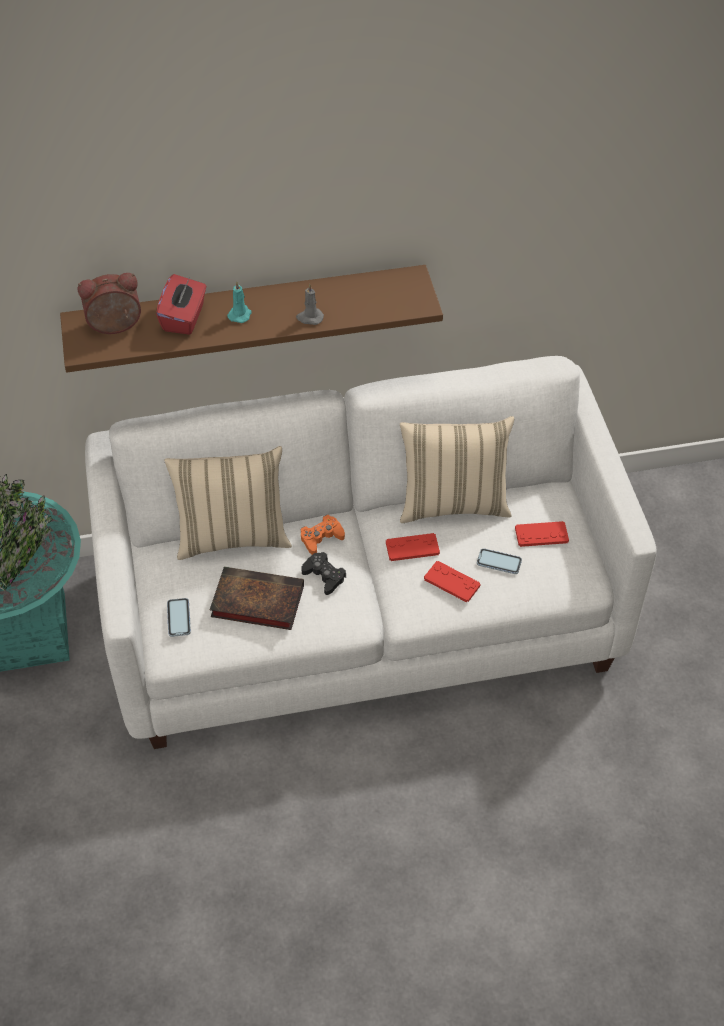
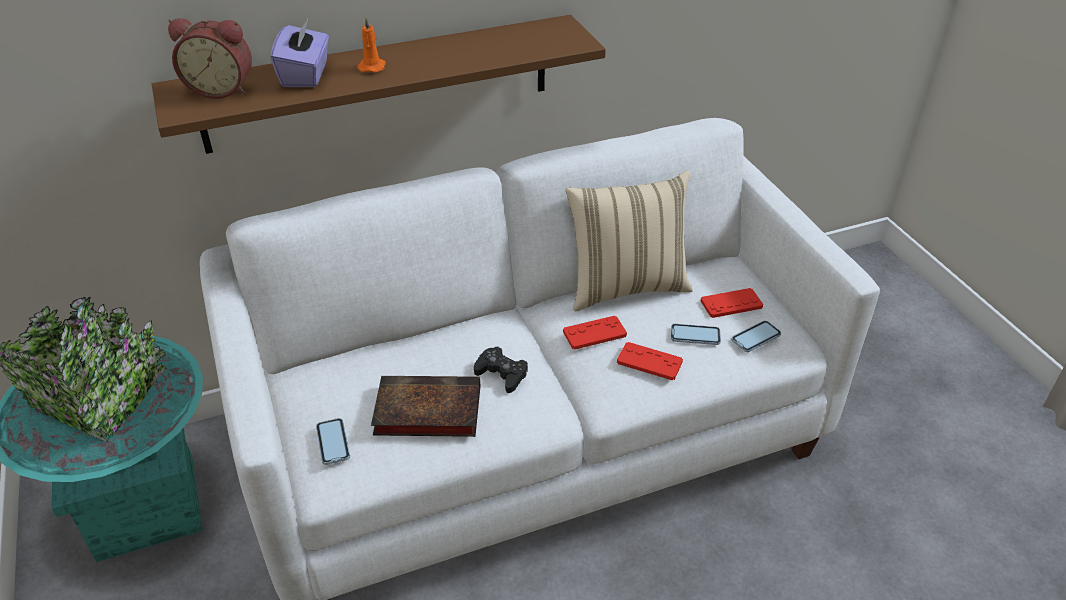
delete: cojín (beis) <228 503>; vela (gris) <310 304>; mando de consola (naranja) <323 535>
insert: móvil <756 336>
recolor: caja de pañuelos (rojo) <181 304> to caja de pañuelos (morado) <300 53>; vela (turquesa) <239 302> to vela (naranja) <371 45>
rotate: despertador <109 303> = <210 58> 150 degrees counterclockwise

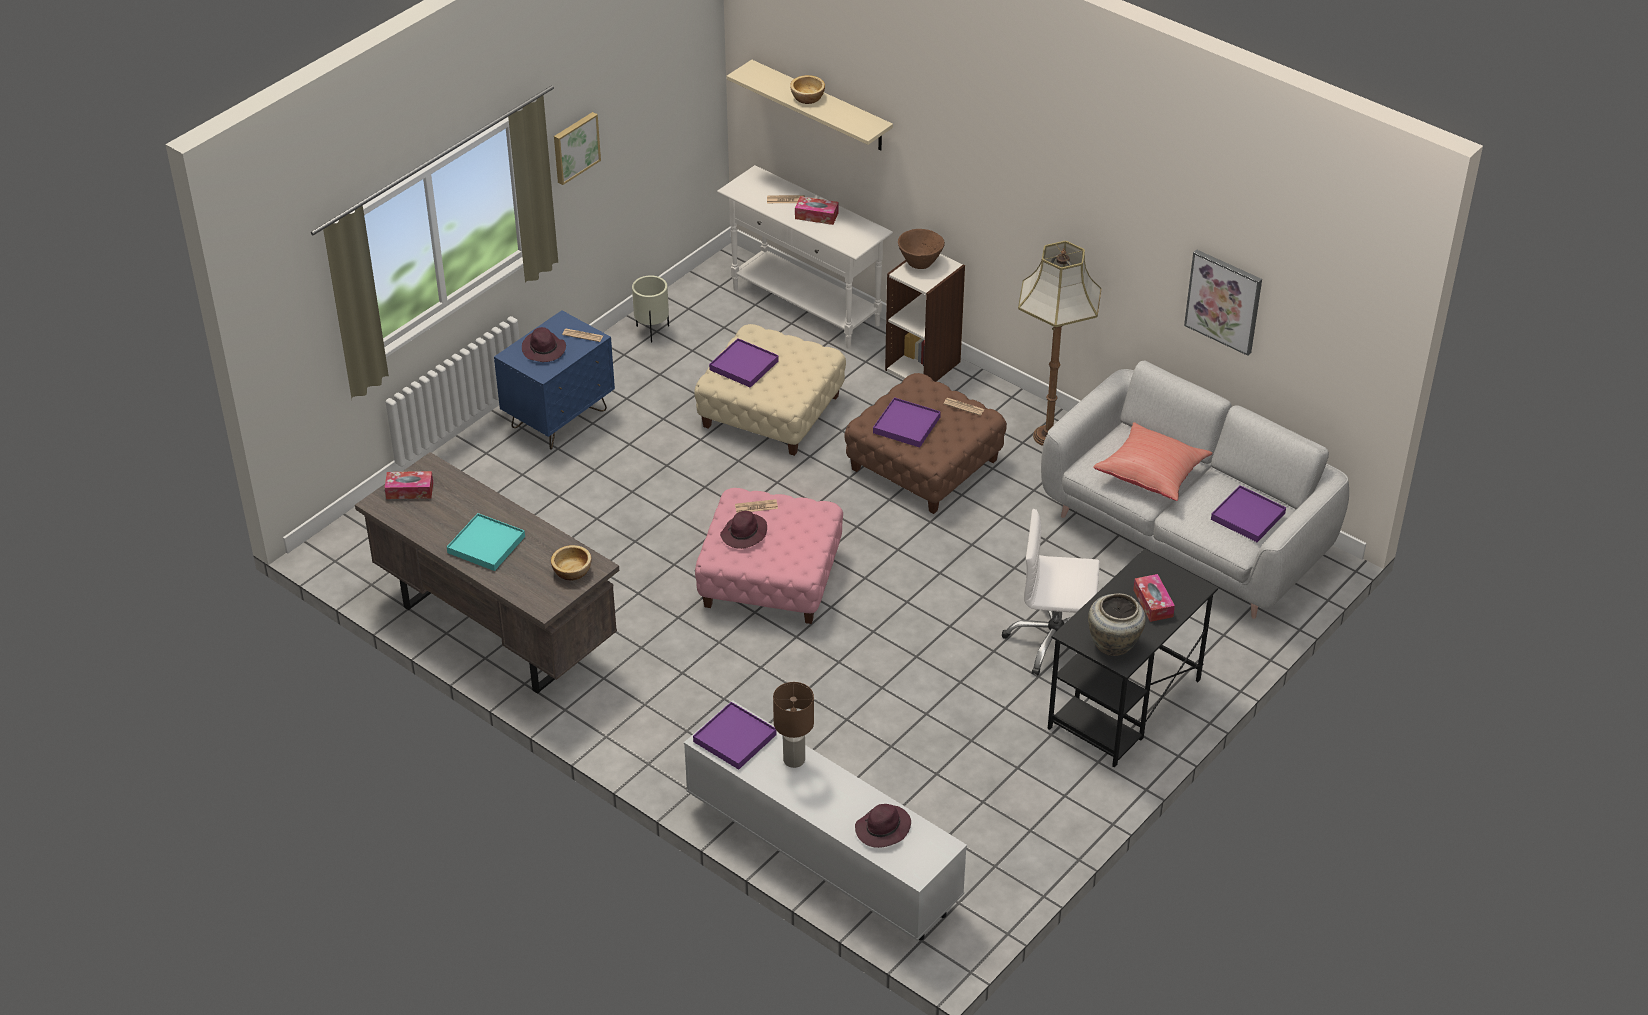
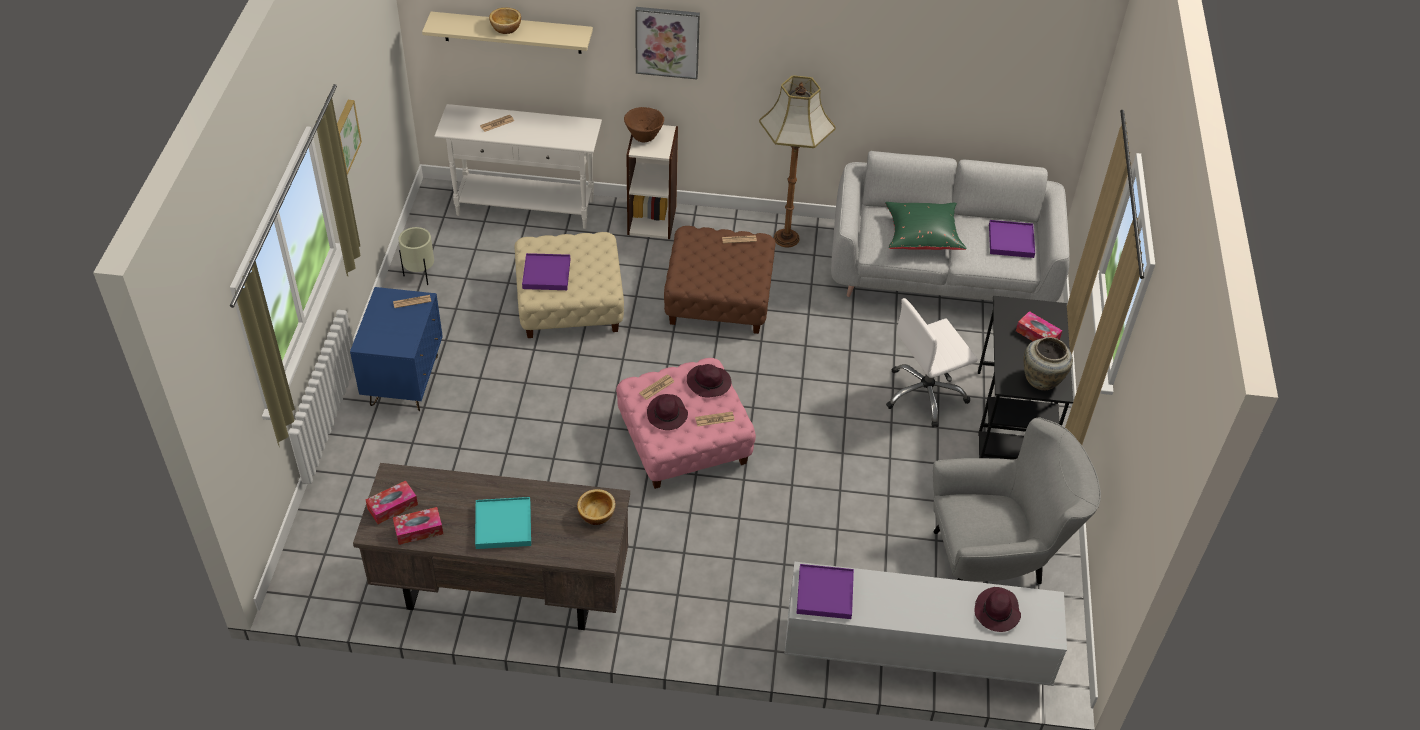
delete: lámpara de mesa (marrón) <793 725>; bandeja (morado) <907 422>
insert: periódico <715 419>; sillón (gris) <1017 501>
move: sombrero (morado) <544 344> to <709 380>; caja de pañuelos <816 210> to <418 526>; cuadro <1223 302> to <667 43>
recolor: cojín (rojo) <1153 461> to cojín (verde) <926 226>

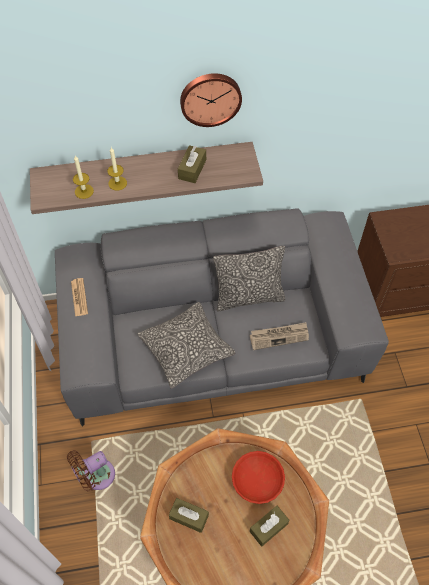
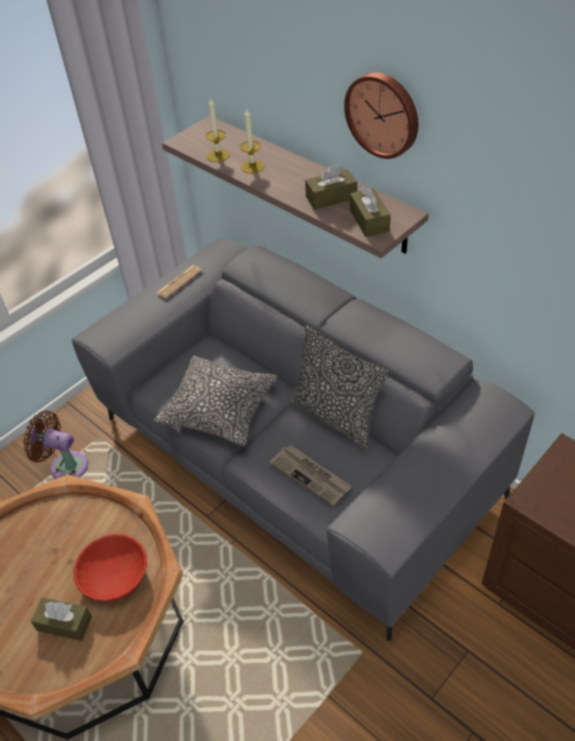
move: caja de pañuelos (marrón) <189 515> to <370 211>

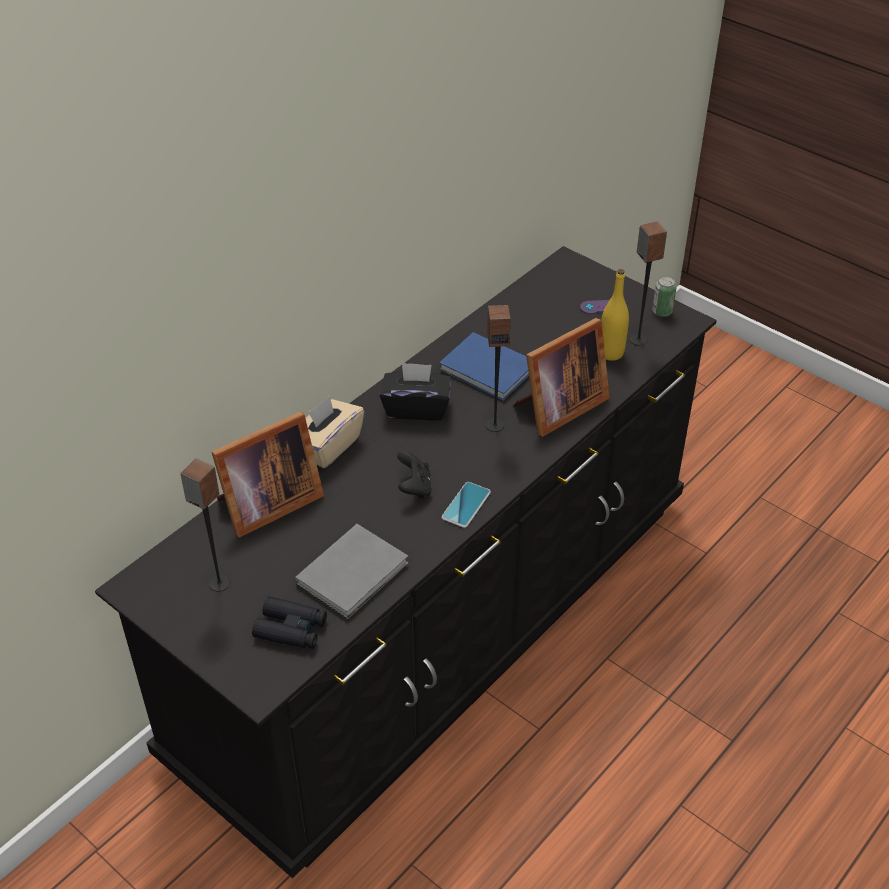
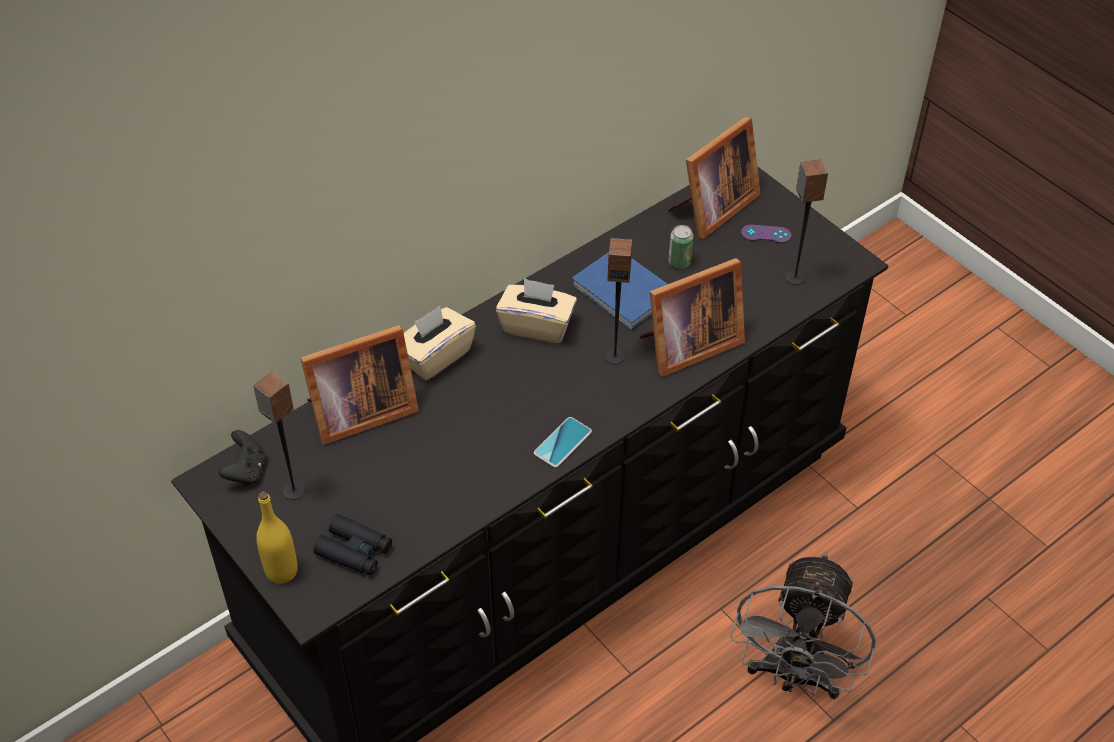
delete: libro (gris) <351 571>
insert: portarretratos <714 177>; ventilador (gris) <803 625>
move: mando de consola (negro) <414 474> to <242 457>; botella (amarillo) <615 315> to <277 538>; lata <664 296> to <681 247>
recolor: caja de pañuelos (negro) <415 391> to caja de pañuelos (beis) <536 310>

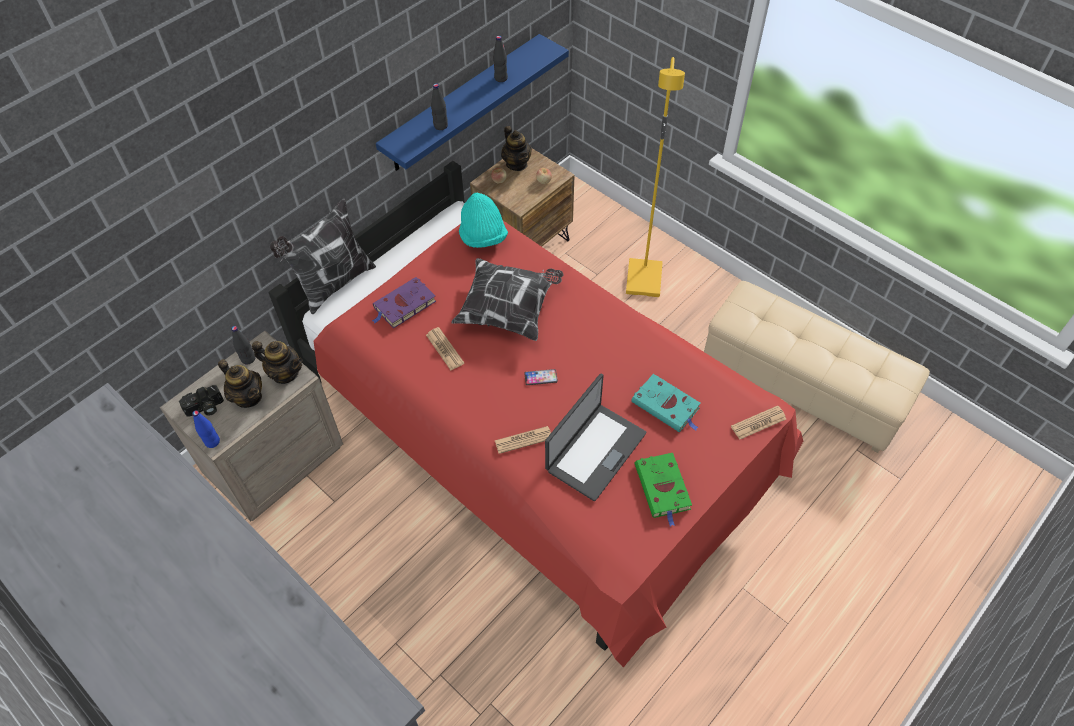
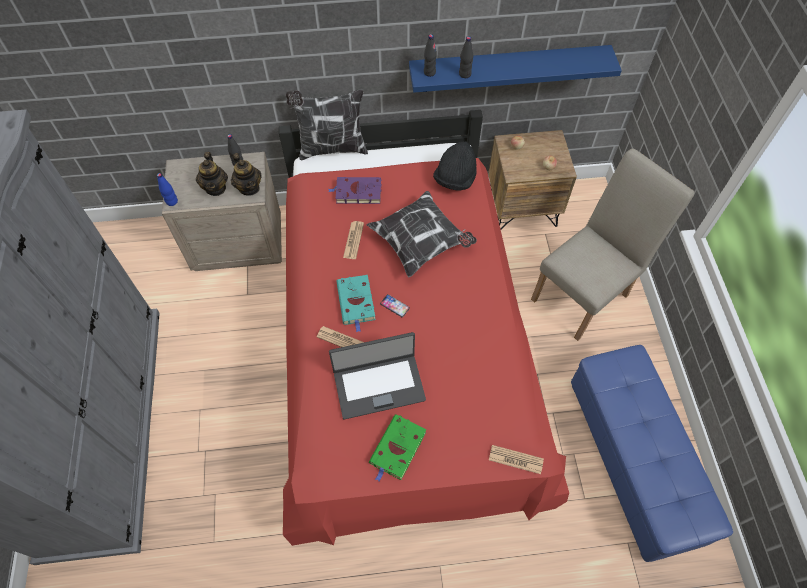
delete: cámara <201 400>; tetera <516 148>
move: botella (negro) <500 59> to <430 55>; libro (turquesa) <666 403> to <356 303>
replace: lámpara de pie (amarillo) <655 177> to silla (beis) <612 244>
recolor: sombrero (turquesa) <483 220> to sombrero (negro) <455 166>; puf (beis) <817 367> to puf (azul) <652 453>

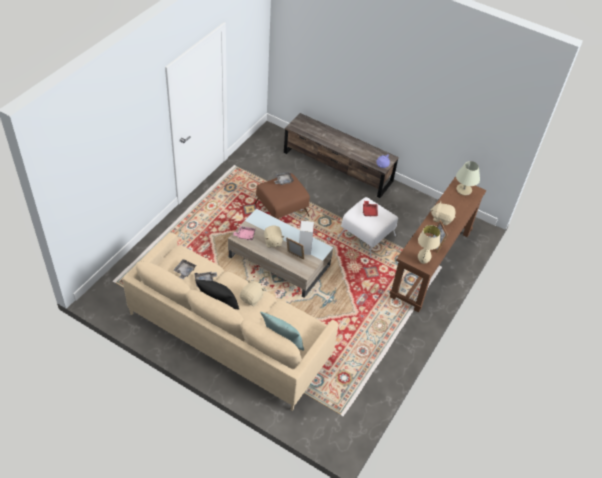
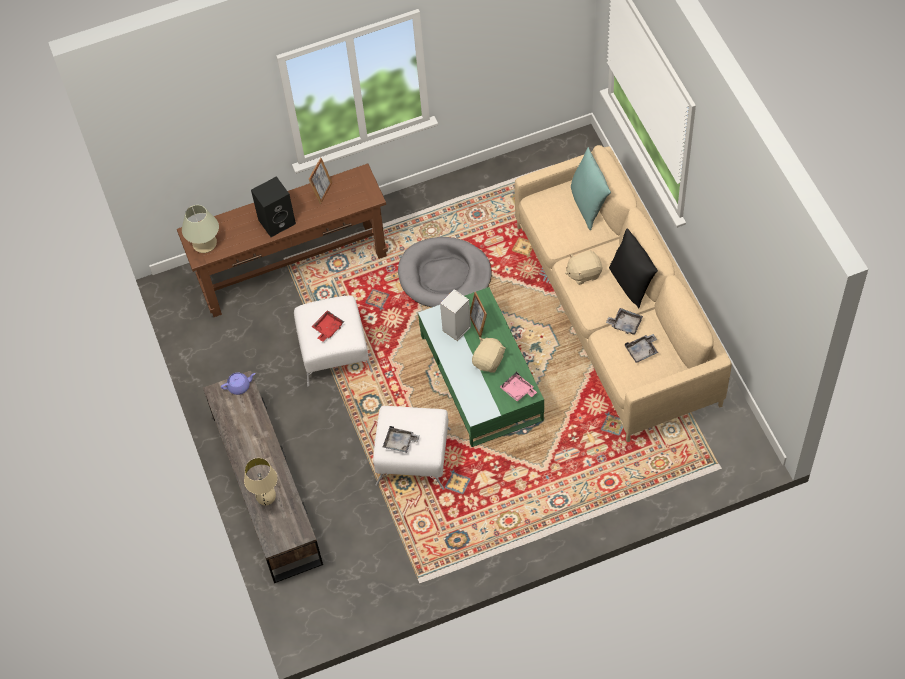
insert: cama para perro (gris) <444 272>
move: lámpara de mesa (beis) <429 244> to <260 481>
replace: peluche (beis) <443 213> to altavoz (negro) <273 206>
recolor: mesa de centro (beis) <280 253> to mesa de centro (verde) <481 367>; puf (marrón) <282 196> to puf (blanco) <412 448>

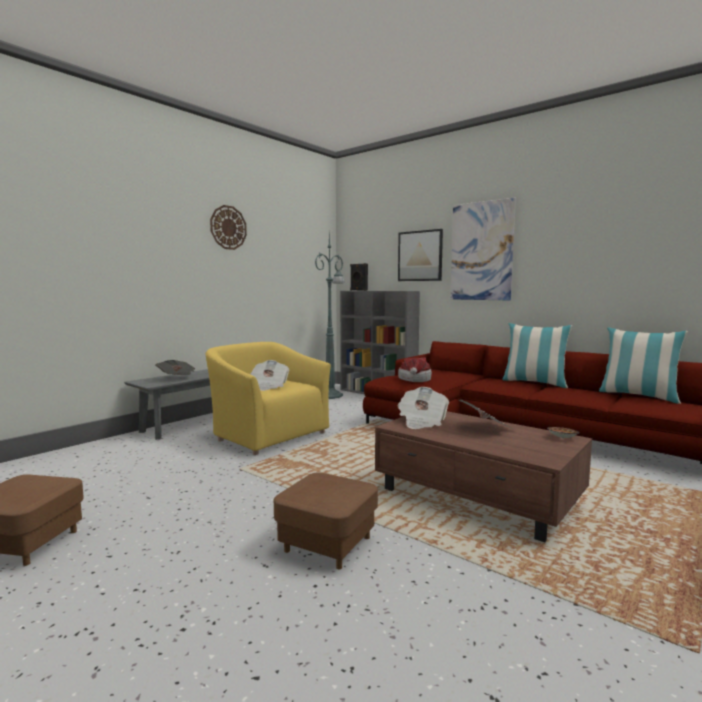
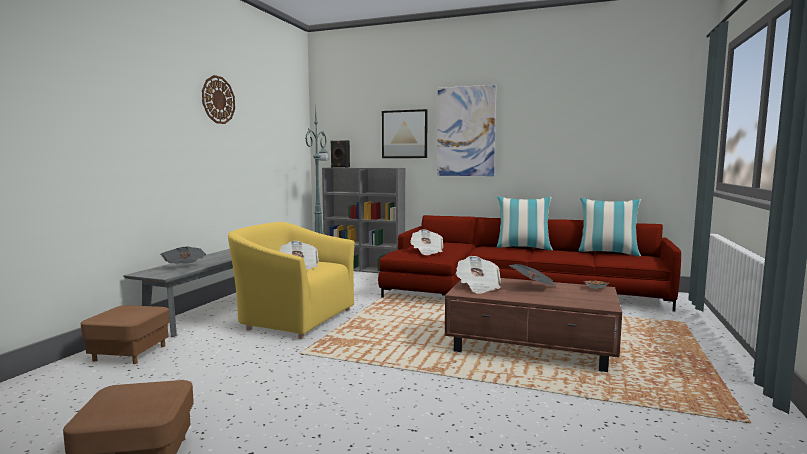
move: puf (marrón) <326 520> to <125 334>
replace: sombrero <415 369> to periódico <426 242>

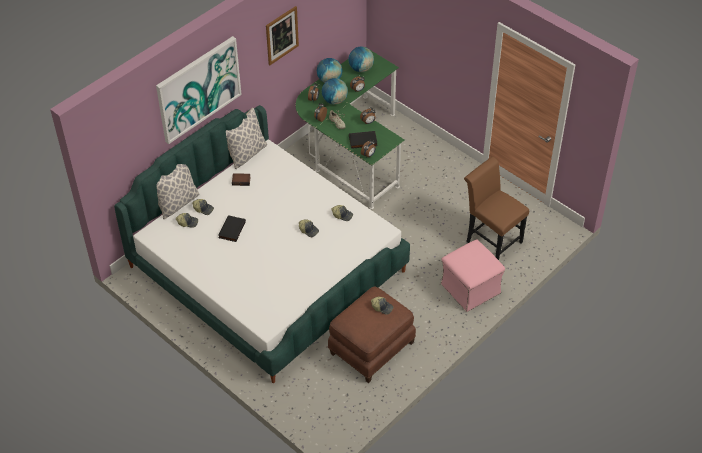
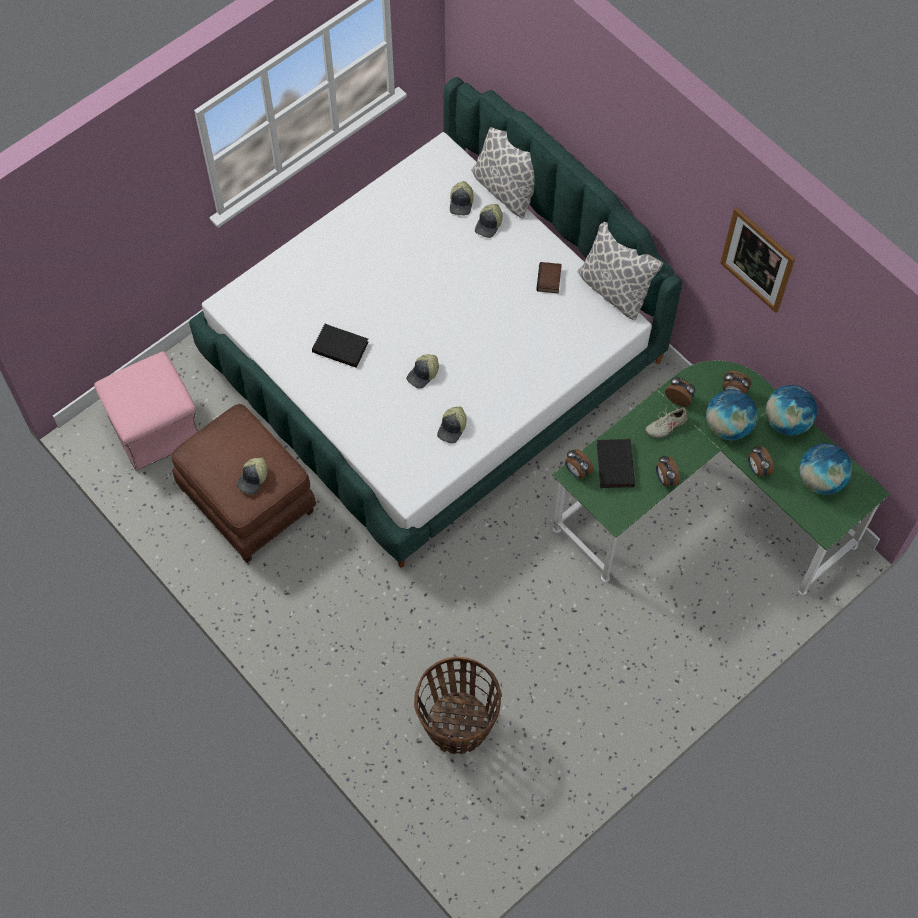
delete: cuadro <199 90>
move: libro (negro) <232 228> to <340 346>; puf (rosa) <473 275> to <146 411>
replace: silla (marrón) <496 208> to cesta <458 705>

